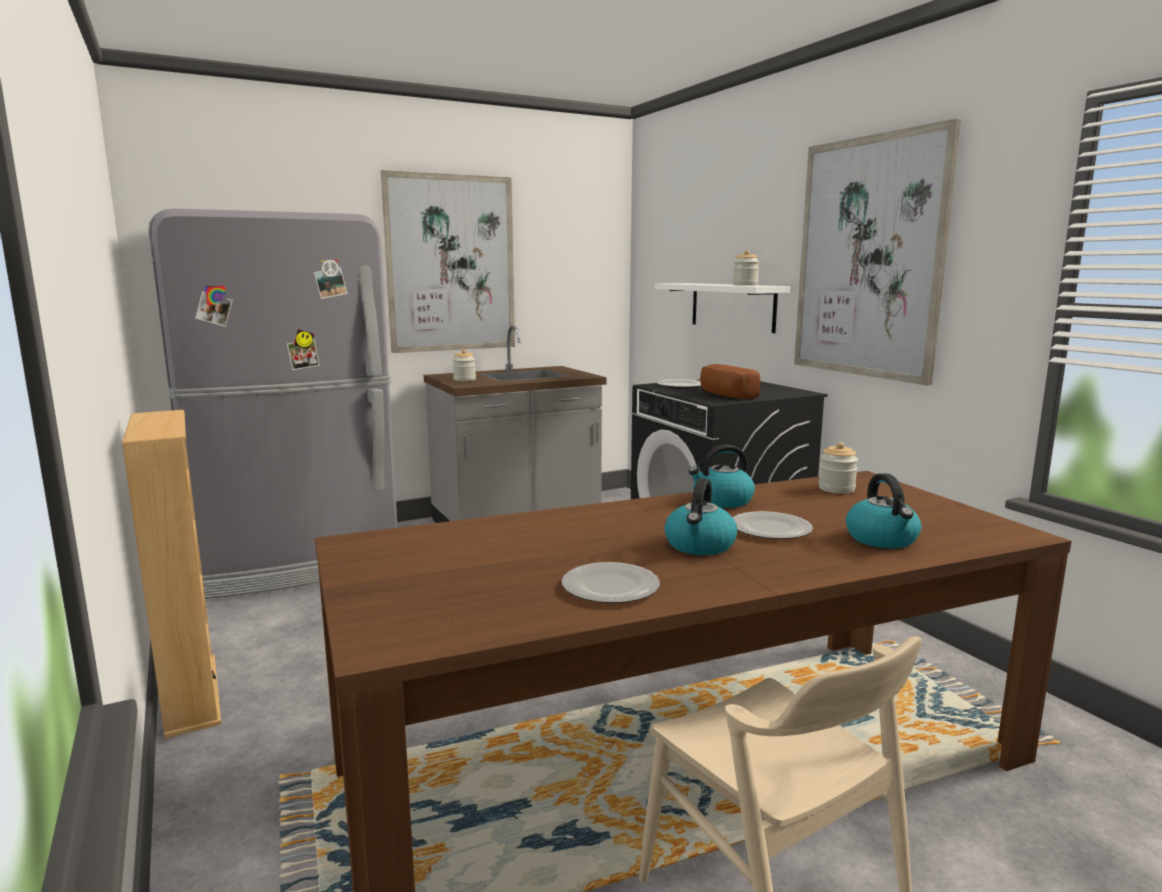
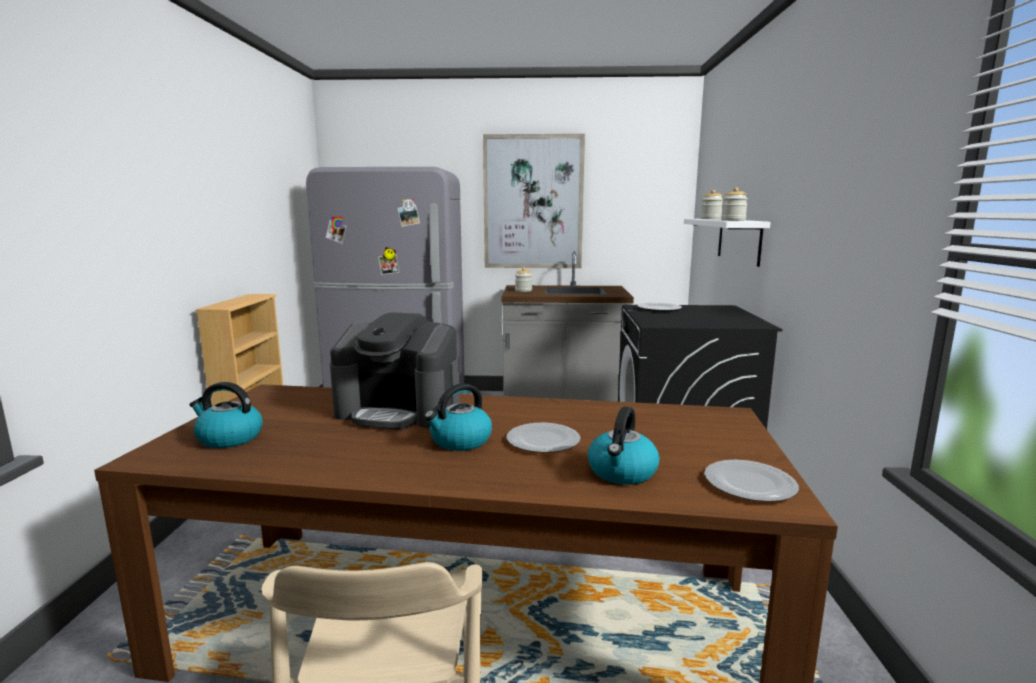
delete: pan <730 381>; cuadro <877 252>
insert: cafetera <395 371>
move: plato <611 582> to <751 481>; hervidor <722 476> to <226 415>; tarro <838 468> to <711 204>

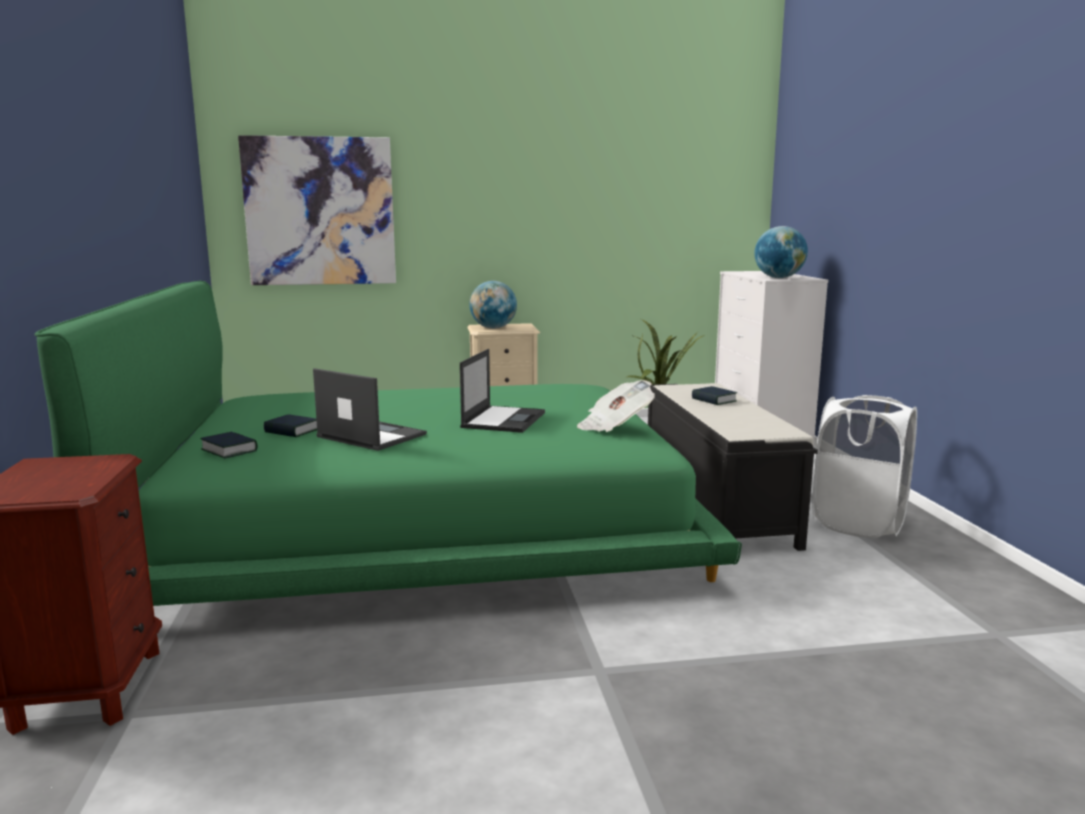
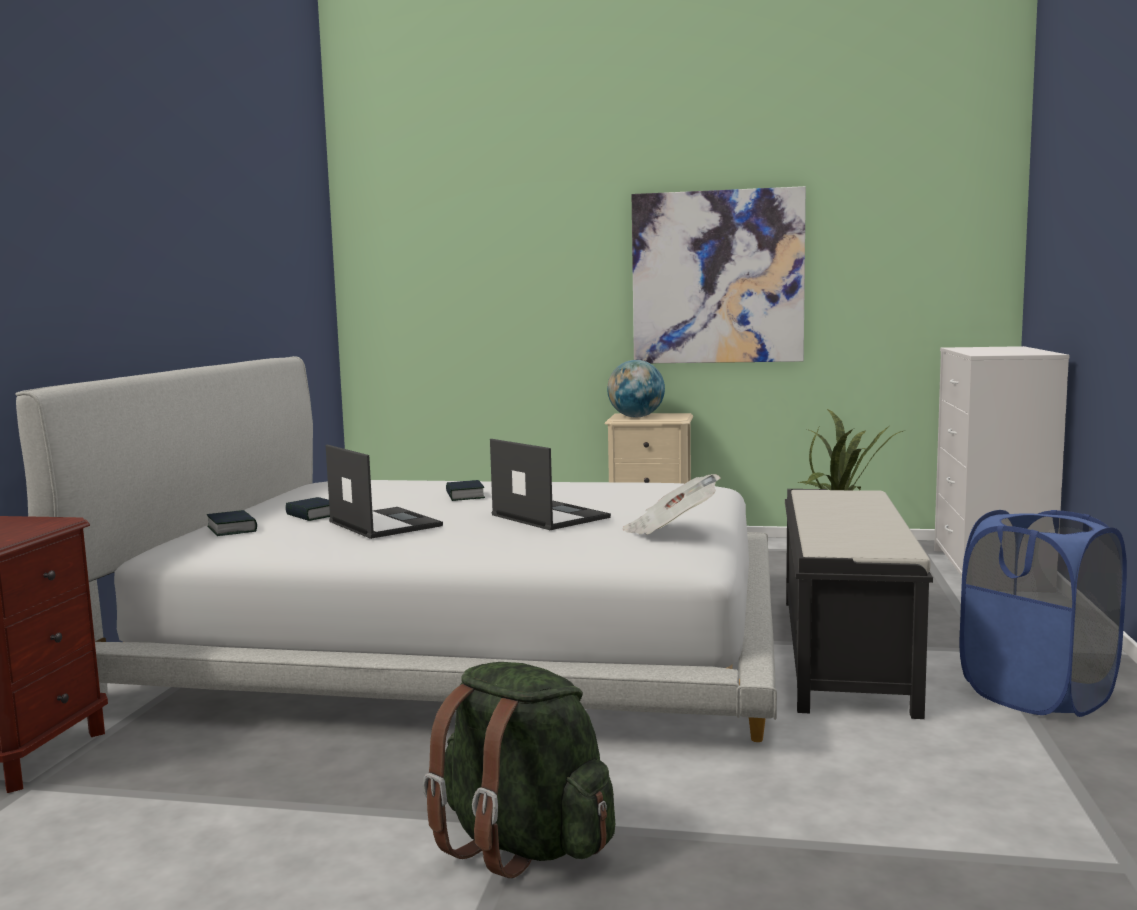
delete: globo terráqueo <781 252>
insert: mochila (verde) <519 770>
move: cuadro <317 210> to <719 274>; libro <714 395> to <465 490>
recolor: cama (verde) <388 443> to cama (blanco) <396 549>; cesto de la ropa (blanco) <864 466> to cesto de la ropa (azul) <1043 613>
rotate: portátil <502 391> = <550 484> 75 degrees counterclockwise

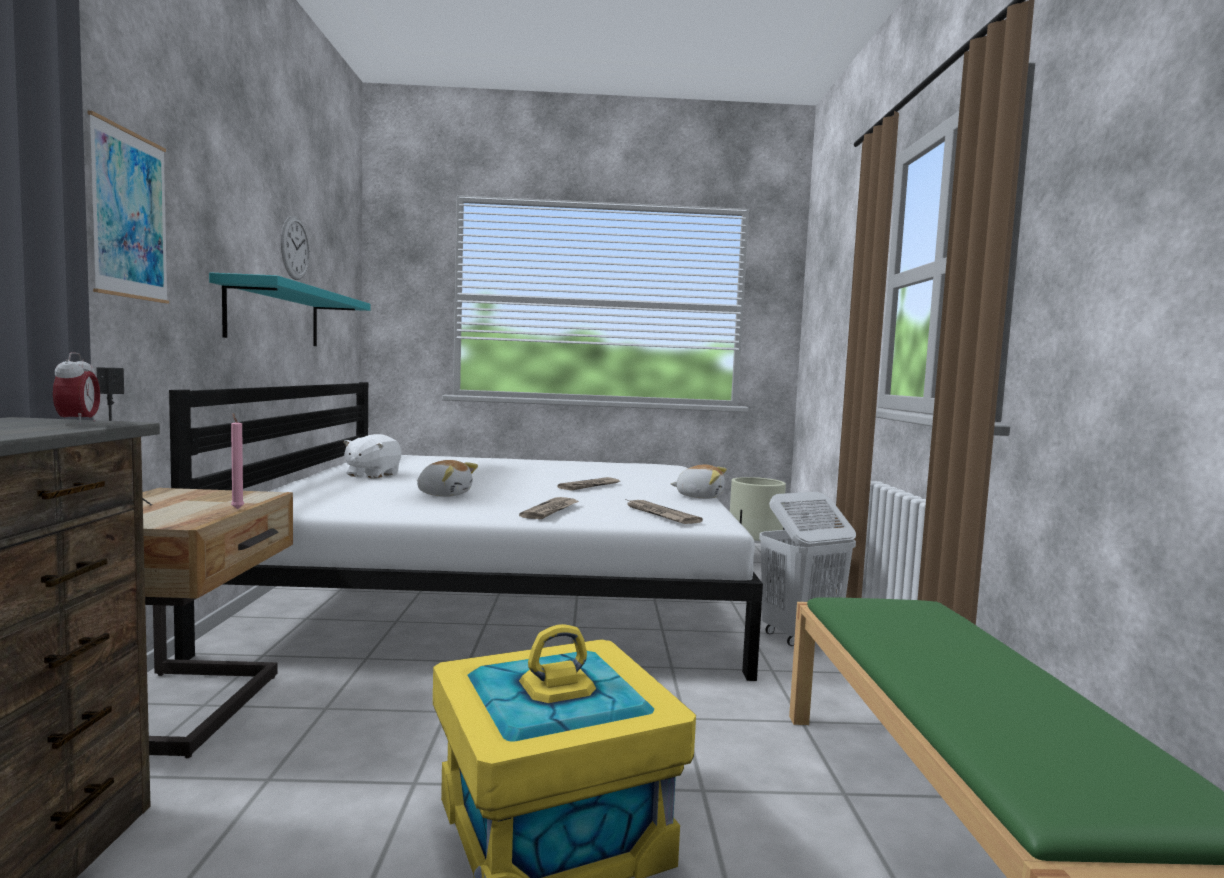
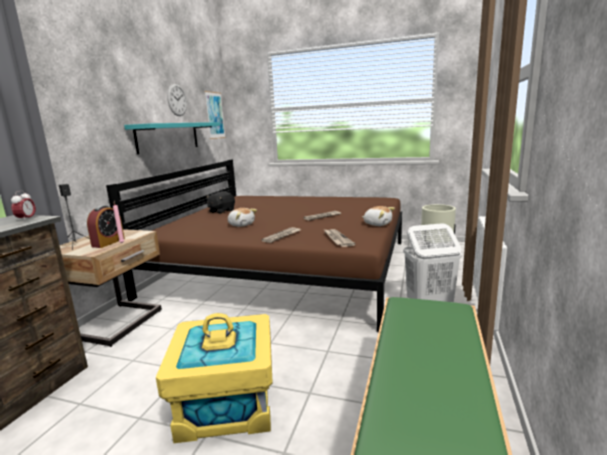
insert: despertador <106 227>
move: cuadro <128 207> to <215 115>
recolor: cama (blanco) <466 531> to cama (marrón) <254 245>; peluche (blanco) <372 456> to peluche (negro) <221 202>

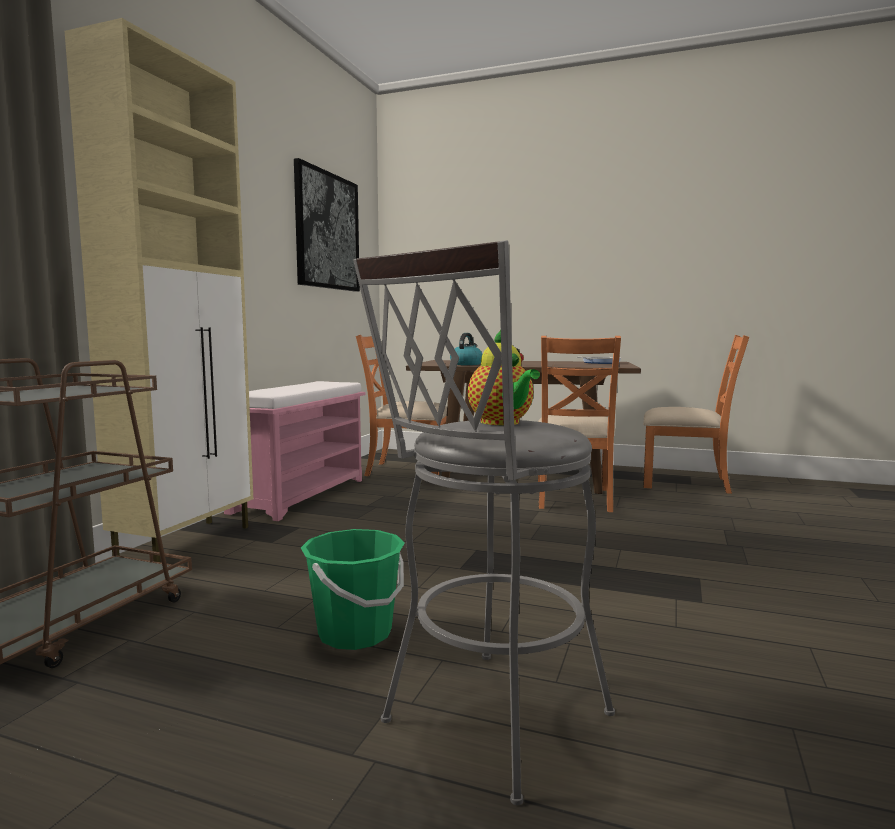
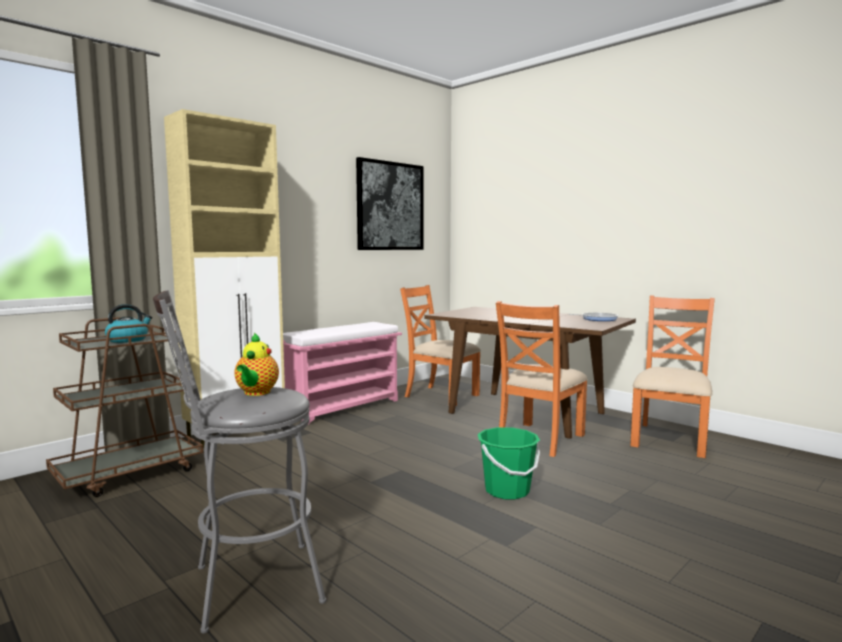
move: cubo (verde) <353 589> to <509 463>; hervidor <466 349> to <128 323>
rotate: silla (naranja) <696 414> = <672 376> 105 degrees counterclockwise

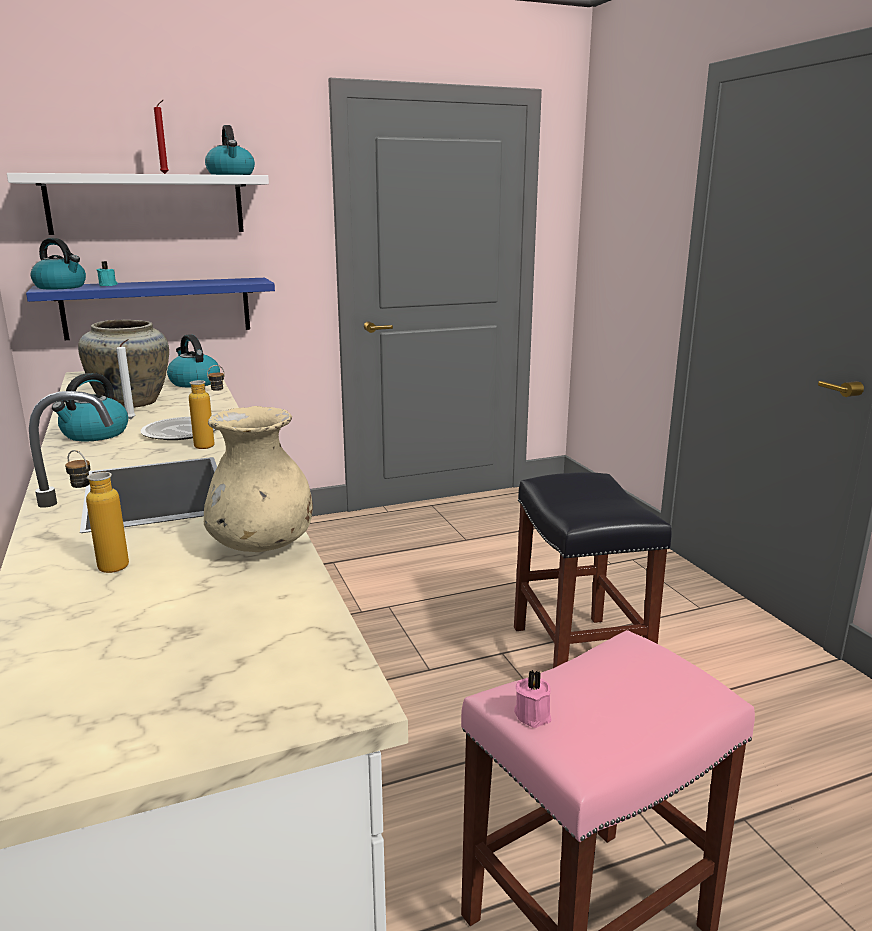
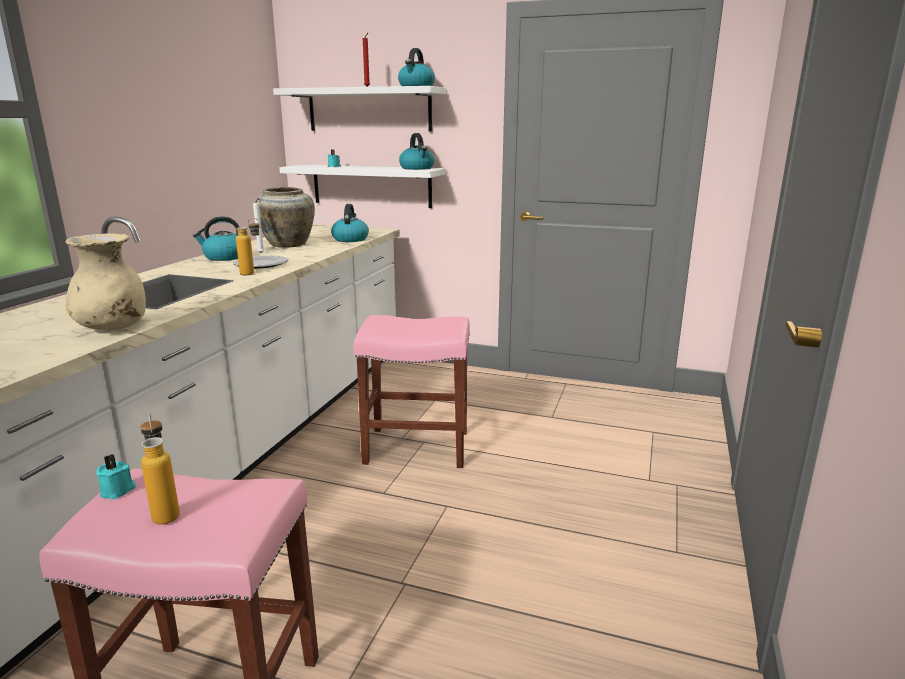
delete: taburete (negro) <593 570>
insert: taburete (rosa) <411 391>
move: hervidor <58 263> to <417 151>; botella <97 511> to <160 469>
recolor: estante (azul) <150 309> to estante (blanco) <362 186>; vela (rosa) <533 699> to vela (turquesa) <116 476>

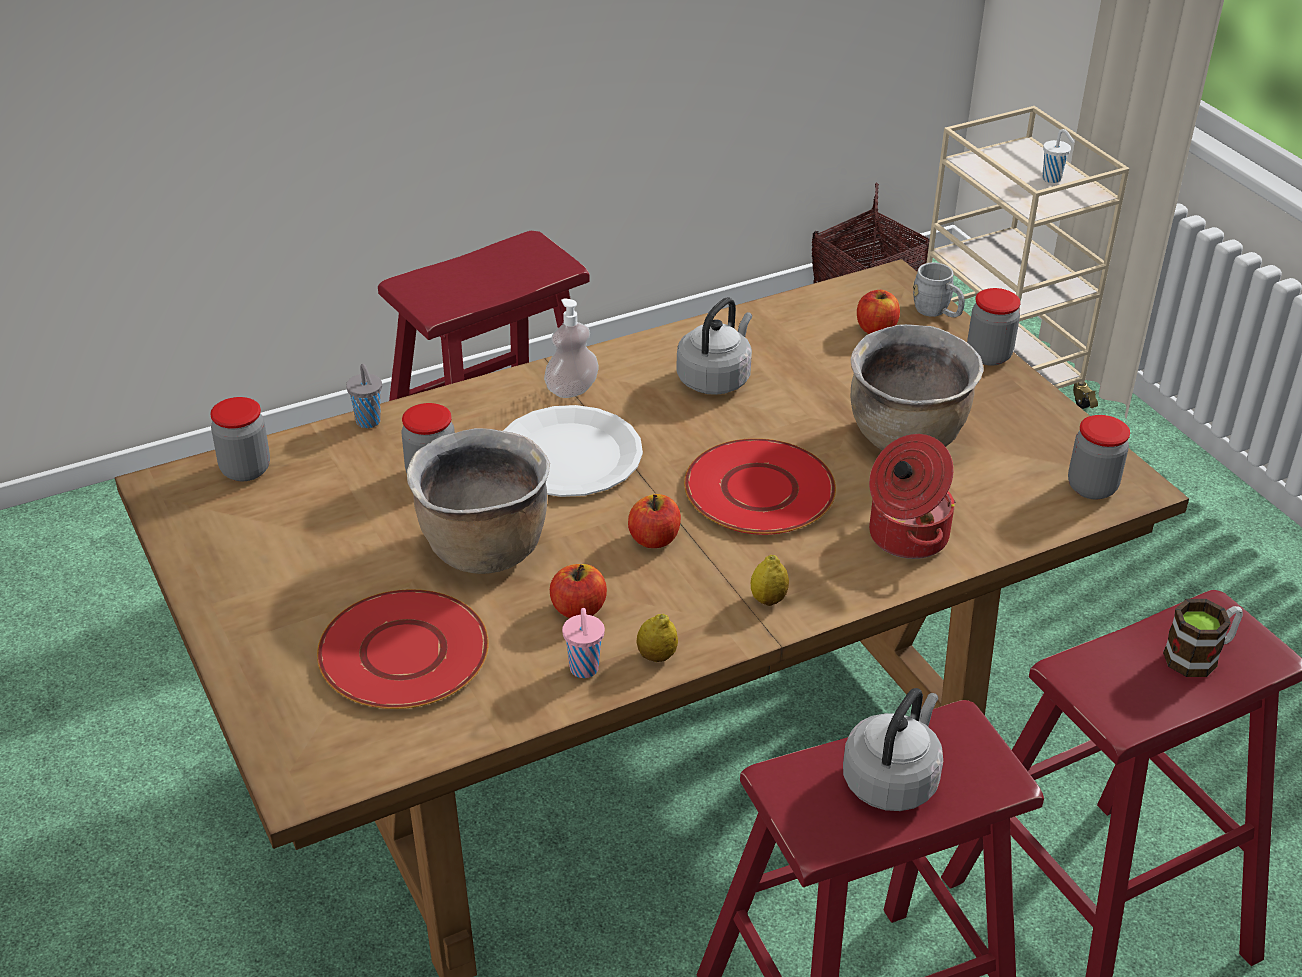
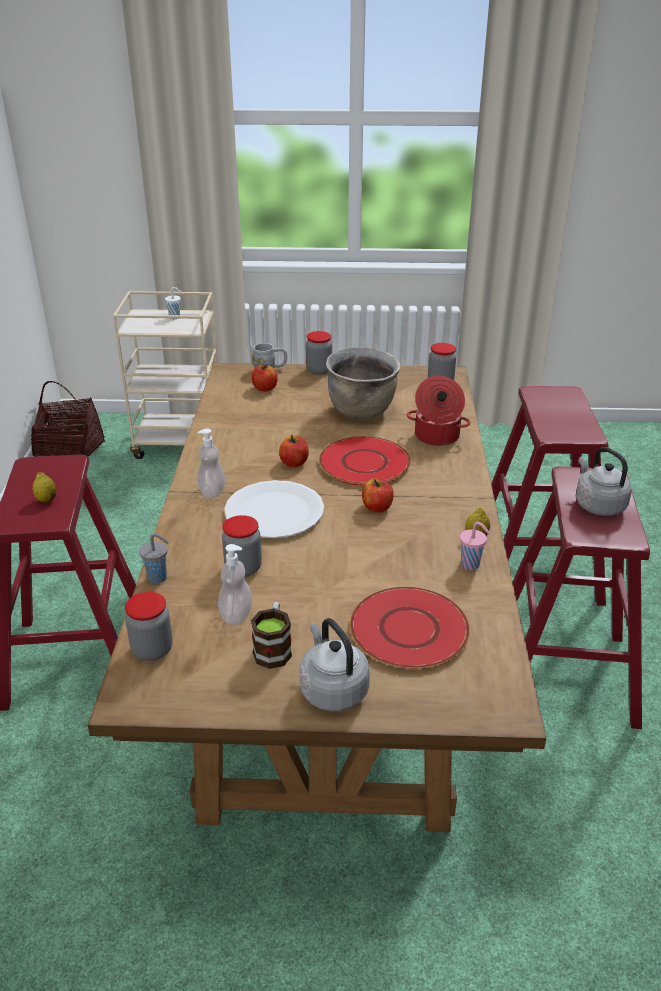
delete: olla (marrón) <478 501>
insert: dispensador de jabón <235 584>
move: manzana <578 591> to <294 451>; hervidor (gris) <714 346> to <335 664>; limón <770 580> to <45 487>; taza grande <1203 638> to <271 635>

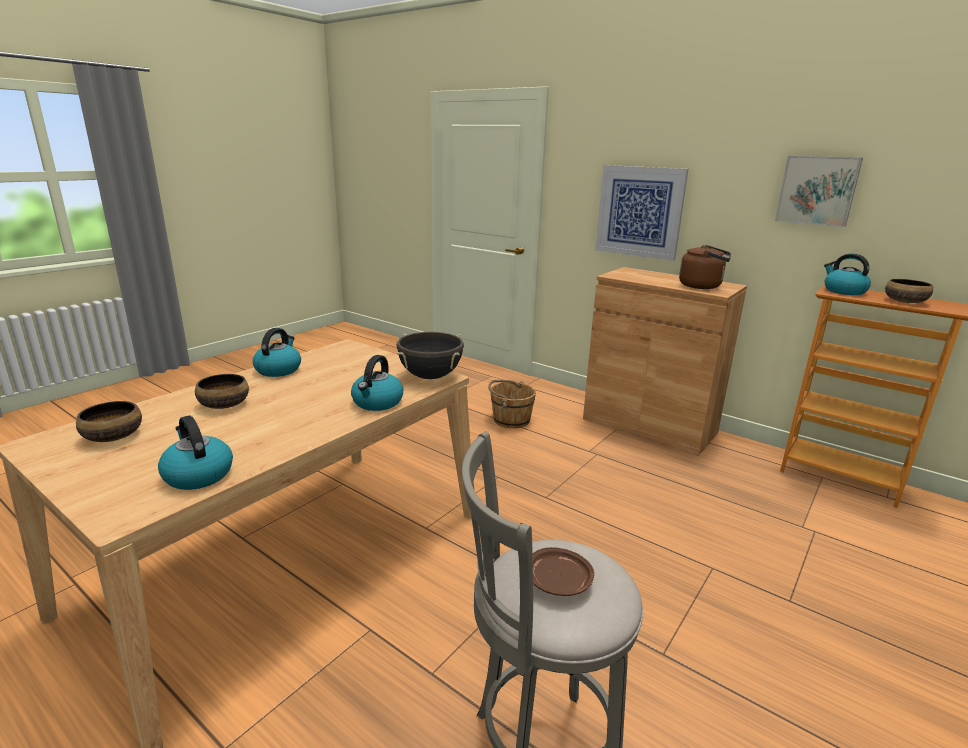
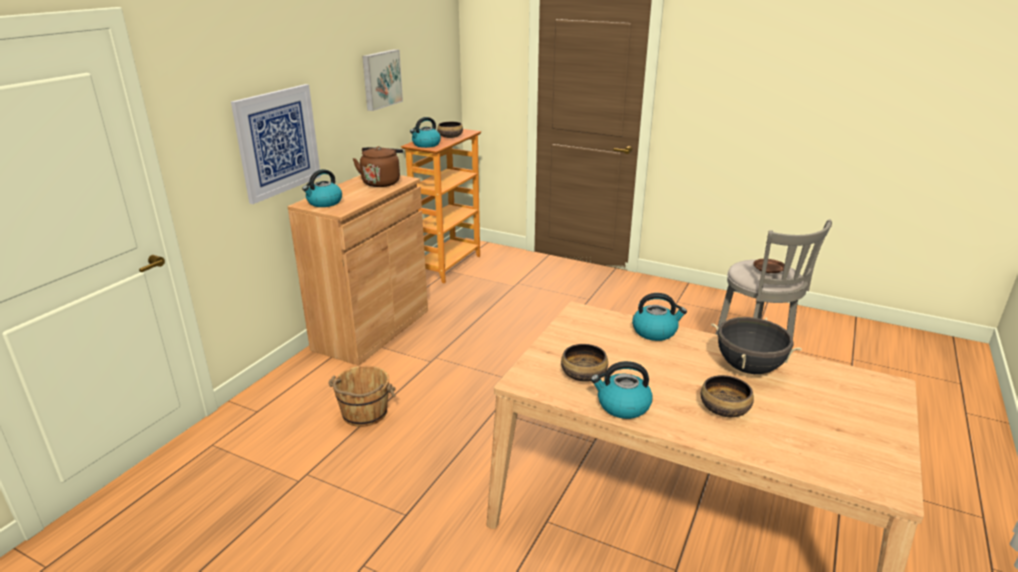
move: cuenco <109 421> to <584 363>; hervidor <195 452> to <322 188>; olla (negro) <430 355> to <756 345>

